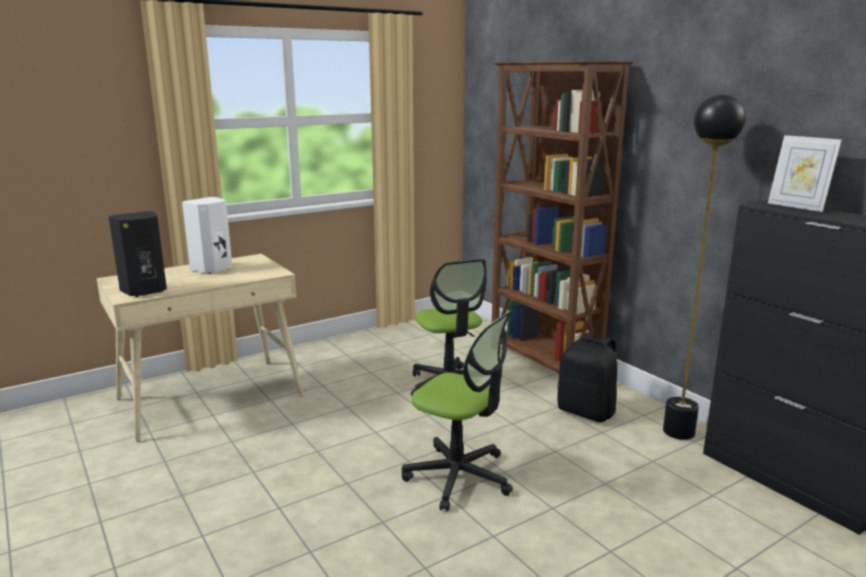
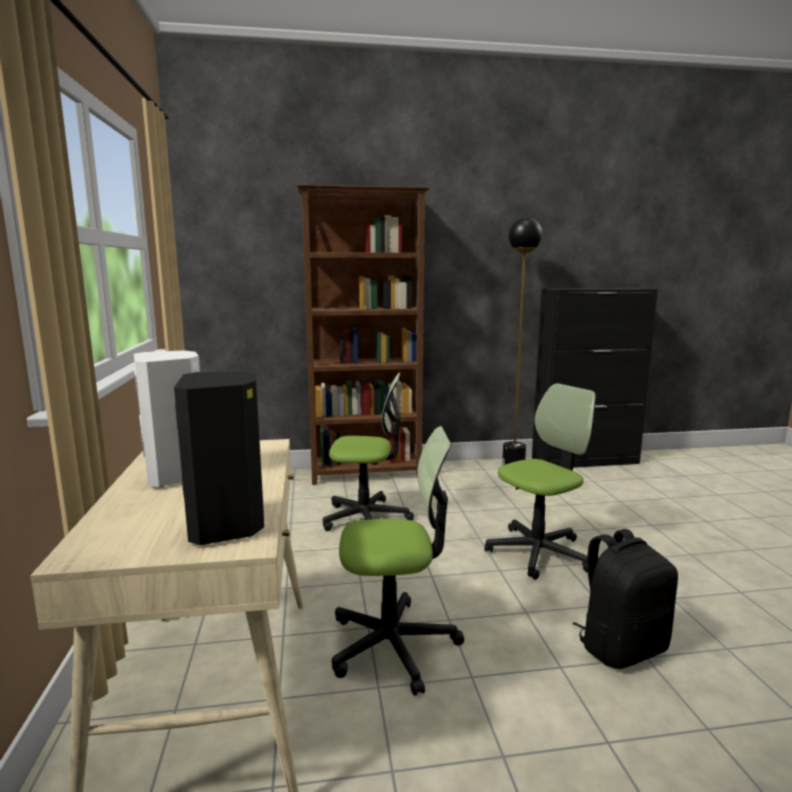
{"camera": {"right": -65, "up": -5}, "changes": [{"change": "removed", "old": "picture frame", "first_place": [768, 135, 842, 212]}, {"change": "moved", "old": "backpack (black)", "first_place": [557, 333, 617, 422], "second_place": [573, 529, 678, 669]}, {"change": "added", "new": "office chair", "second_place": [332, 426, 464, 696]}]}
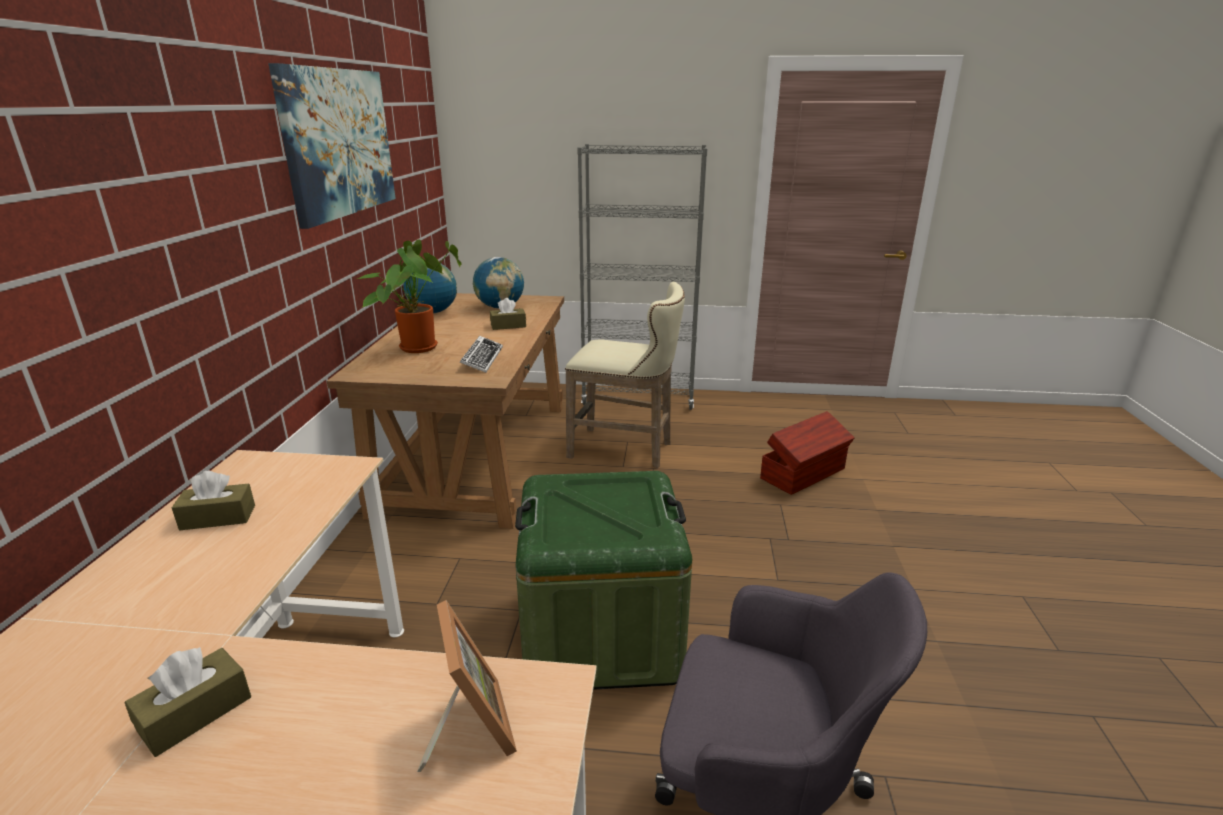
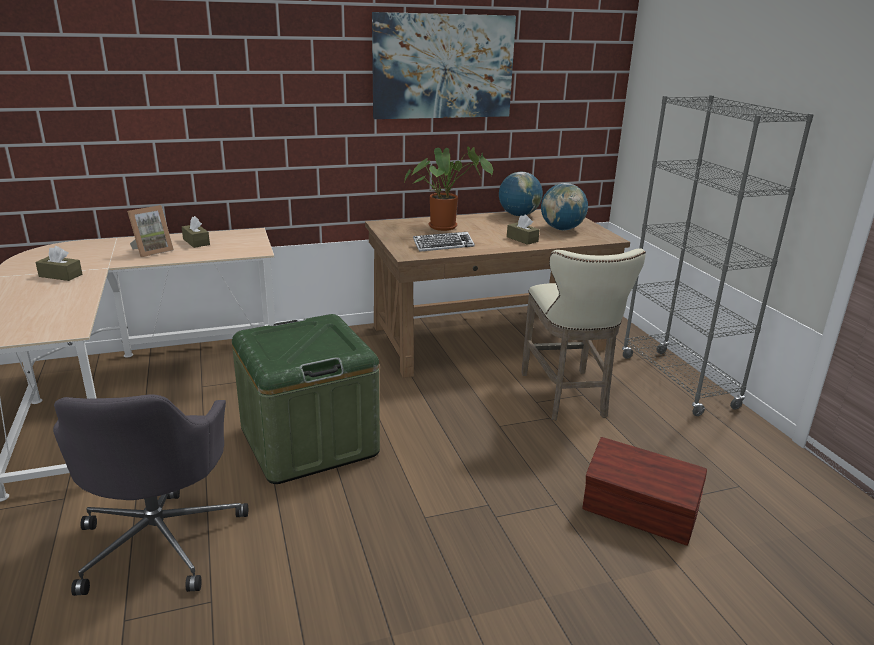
{"camera": {"right": 65, "up": 0}, "changes": [{"change": "moved", "old": "picture frame", "first_place": [417, 600, 517, 772], "second_place": [127, 205, 174, 257]}]}
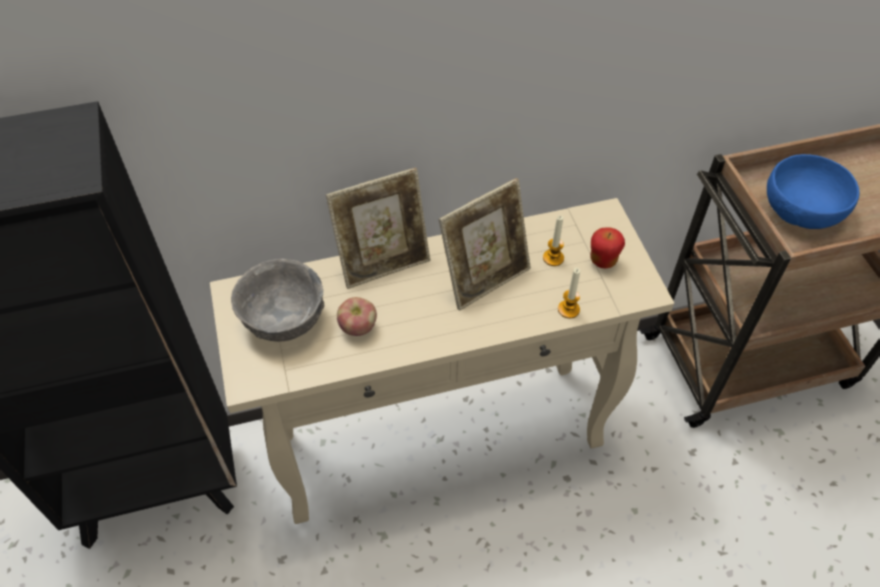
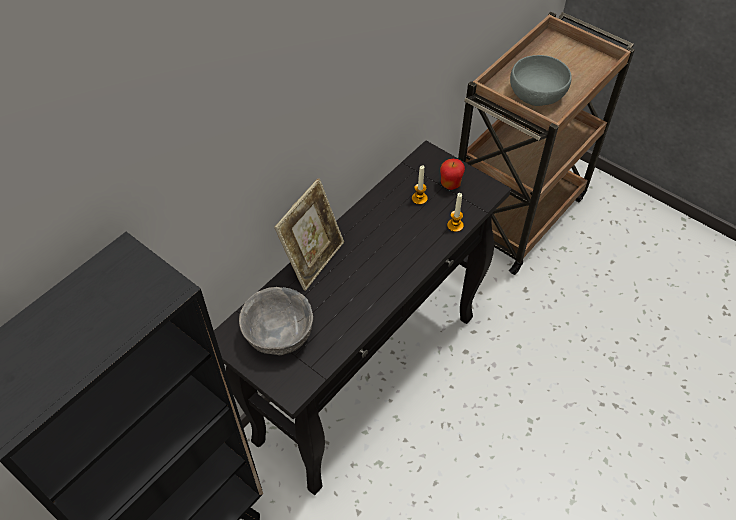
{"camera": {"right": -35, "up": 0}, "changes": [{"change": "recoloured", "old": "bowl (blue)", "new": "bowl (grey)", "first_place": [767, 154, 860, 229], "second_place": [510, 55, 572, 106]}, {"change": "removed", "old": "picture frame", "first_place": [439, 178, 531, 311]}, {"change": "recoloured", "old": "console table (beige)", "new": "console table (black)", "first_place": [210, 198, 674, 524], "second_place": [214, 141, 511, 495]}, {"change": "removed", "old": "apple", "first_place": [337, 297, 377, 336]}]}
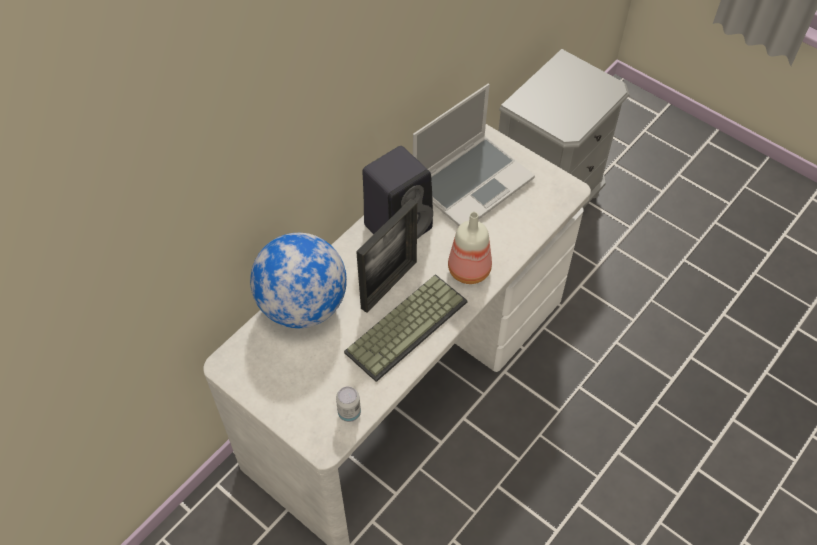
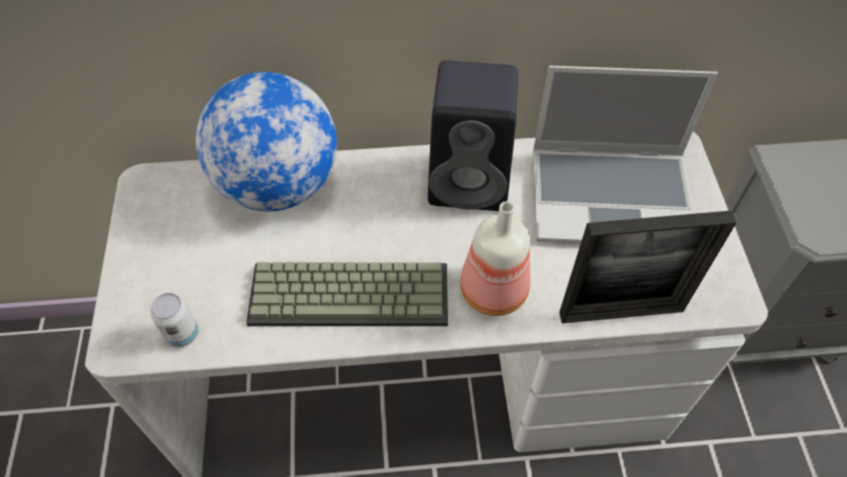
{"camera": {"right": 45, "up": 0}, "changes": [{"change": "moved", "old": "picture frame", "first_place": [356, 199, 417, 313], "second_place": [559, 210, 737, 323]}]}
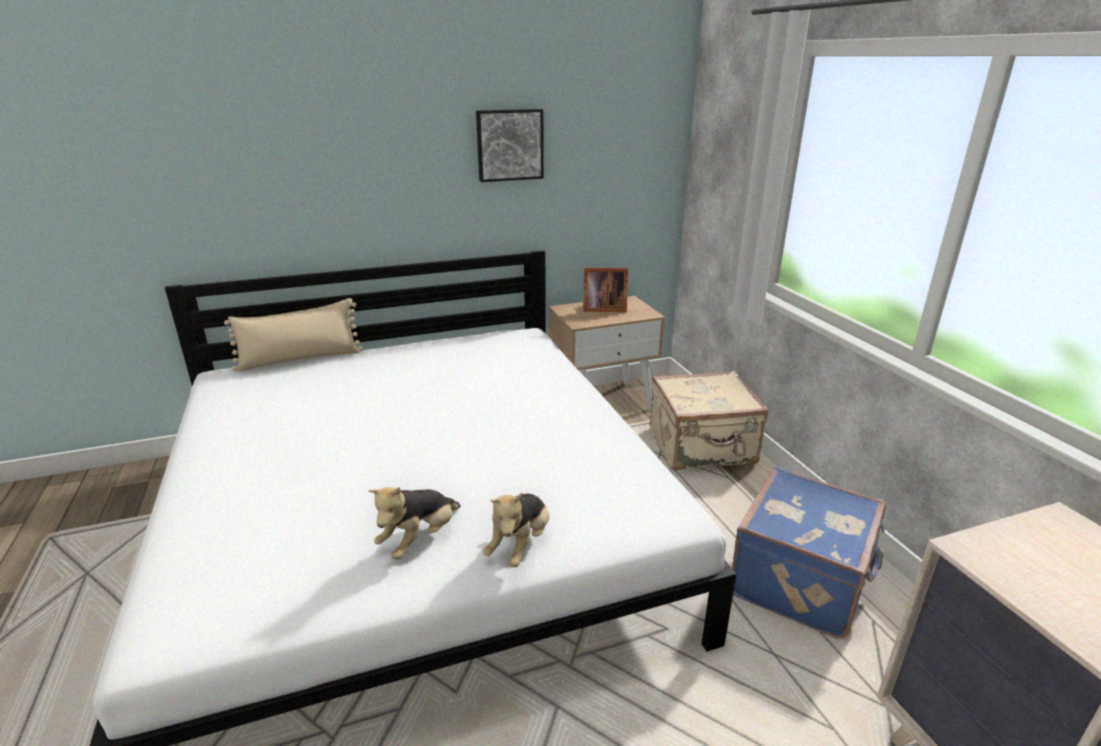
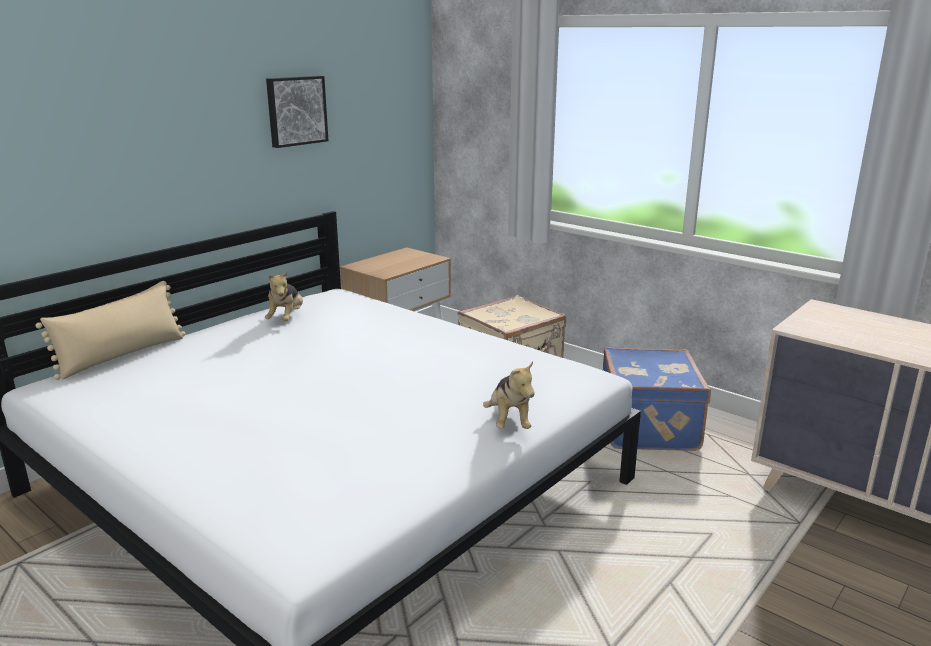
{"camera": {"right": -30, "up": -5}, "changes": [{"change": "removed", "old": "picture frame", "first_place": [583, 268, 628, 312]}, {"change": "moved", "old": "plush toy", "first_place": [368, 487, 460, 560], "second_place": [265, 270, 303, 321]}]}
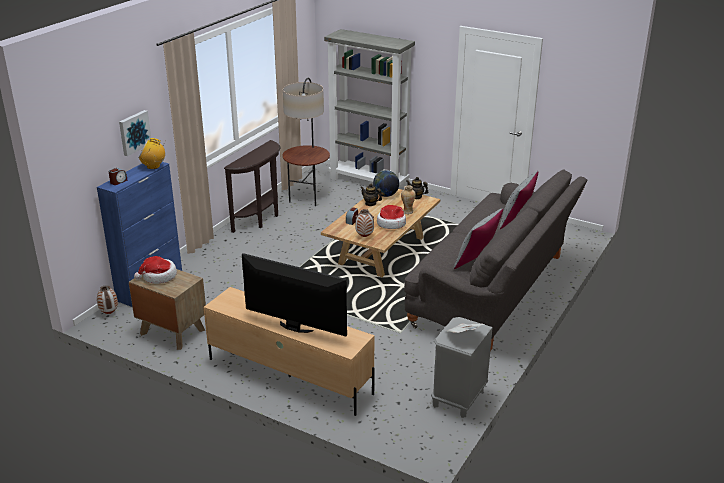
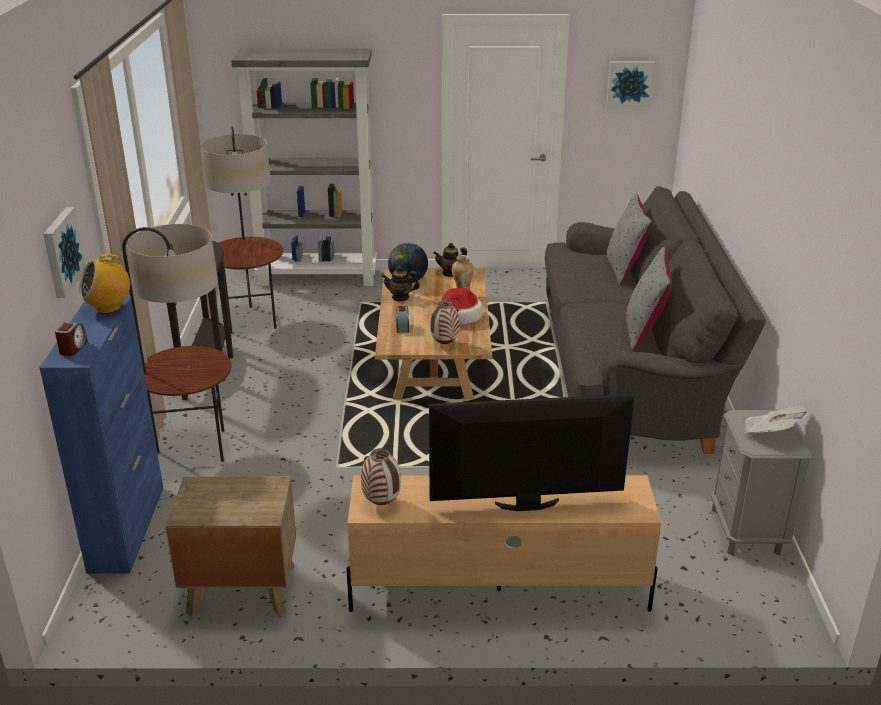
{"camera": {"right": -30, "up": 0}, "changes": [{"change": "removed", "old": "hat", "first_place": [134, 256, 177, 284]}, {"change": "moved", "old": "vase", "first_place": [97, 285, 118, 314], "second_place": [361, 448, 401, 505]}, {"change": "added", "new": "picture", "second_place": [606, 61, 656, 107]}, {"change": "added", "new": "floor lamp", "second_place": [122, 224, 232, 462]}]}
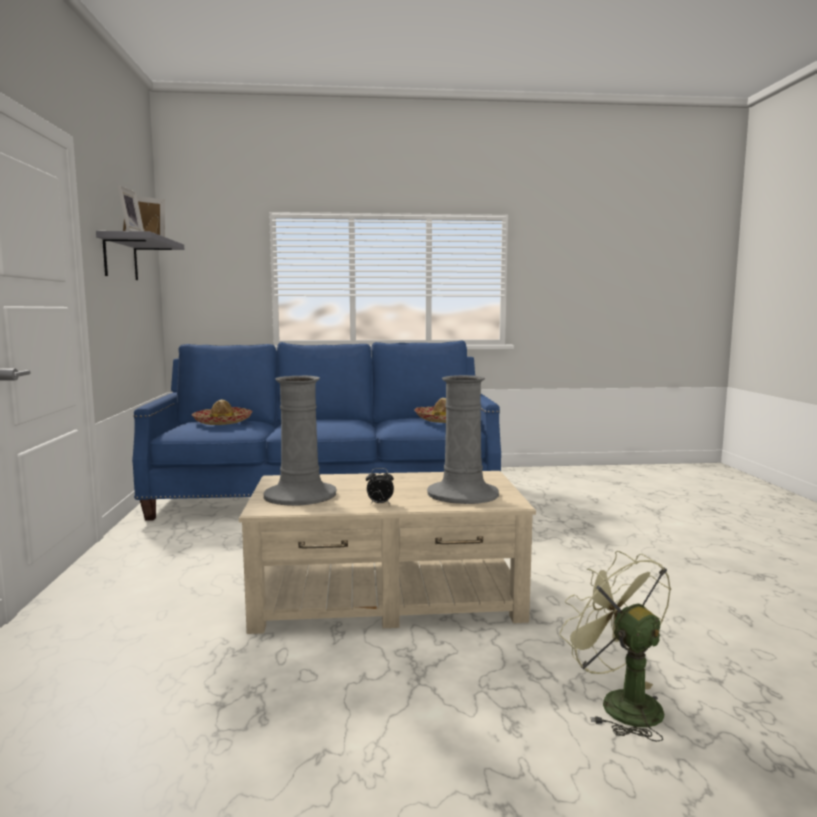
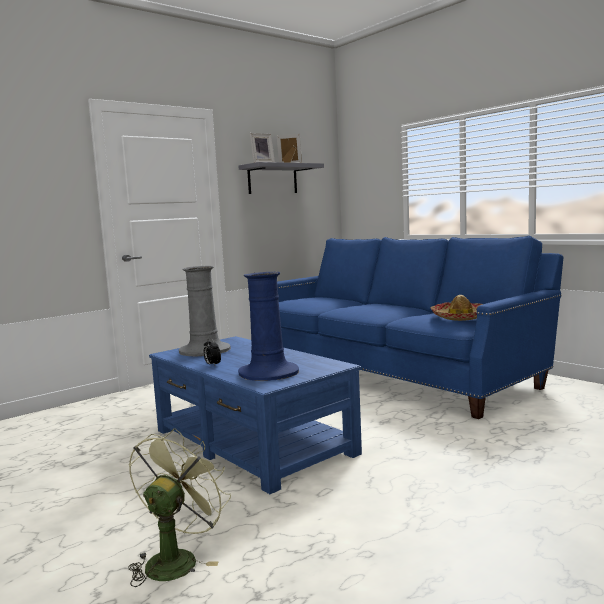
{"camera": {"right": 55, "up": 0}, "changes": [{"change": "recoloured", "old": "vase (grey)", "new": "vase (blue)", "first_place": [427, 375, 499, 504], "second_place": [238, 272, 299, 381]}, {"change": "removed", "old": "hat", "first_place": [192, 400, 252, 425]}, {"change": "recoloured", "old": "coffee table (beige)", "new": "coffee table (blue)", "first_place": [239, 471, 536, 634], "second_place": [149, 336, 362, 494]}]}
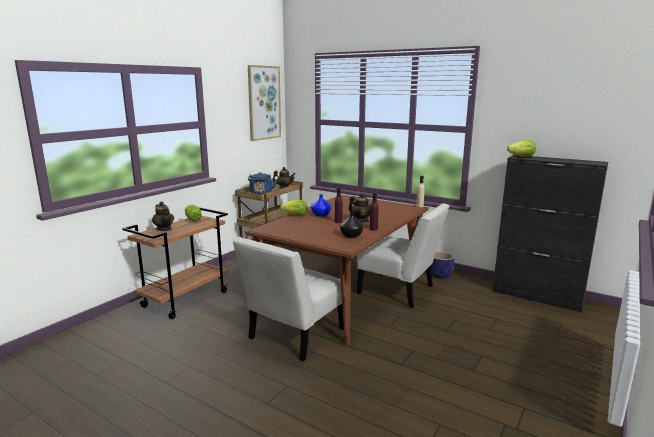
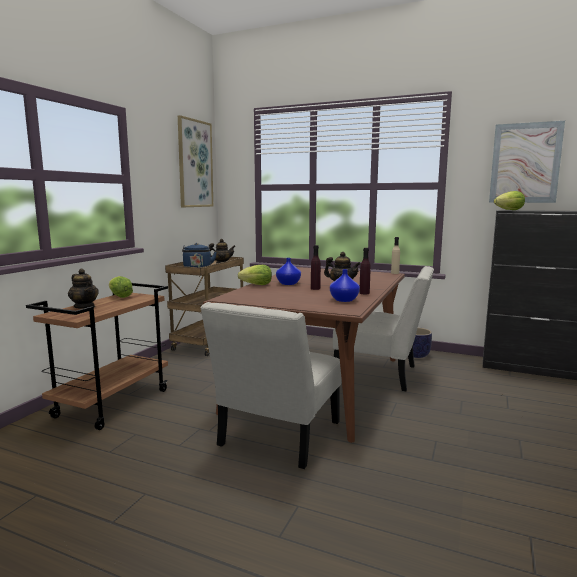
{"camera": {"right": -10, "up": -5}, "changes": [{"change": "recoloured", "old": "vase (black)", "new": "vase (blue)", "first_place": [340, 212, 364, 238], "second_place": [330, 269, 360, 302]}, {"change": "added", "new": "picture", "second_place": [489, 121, 565, 203]}]}
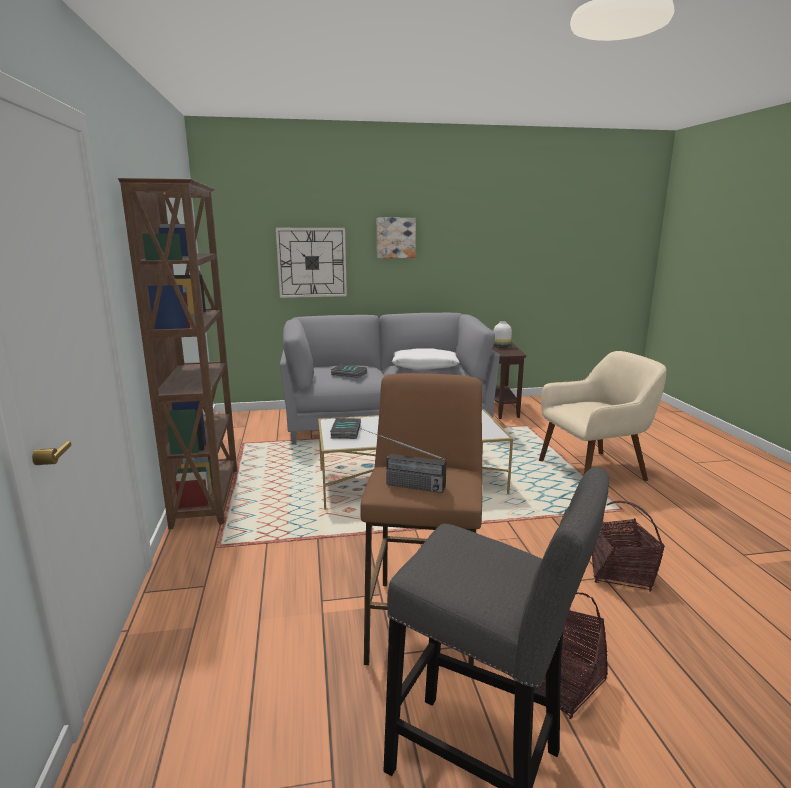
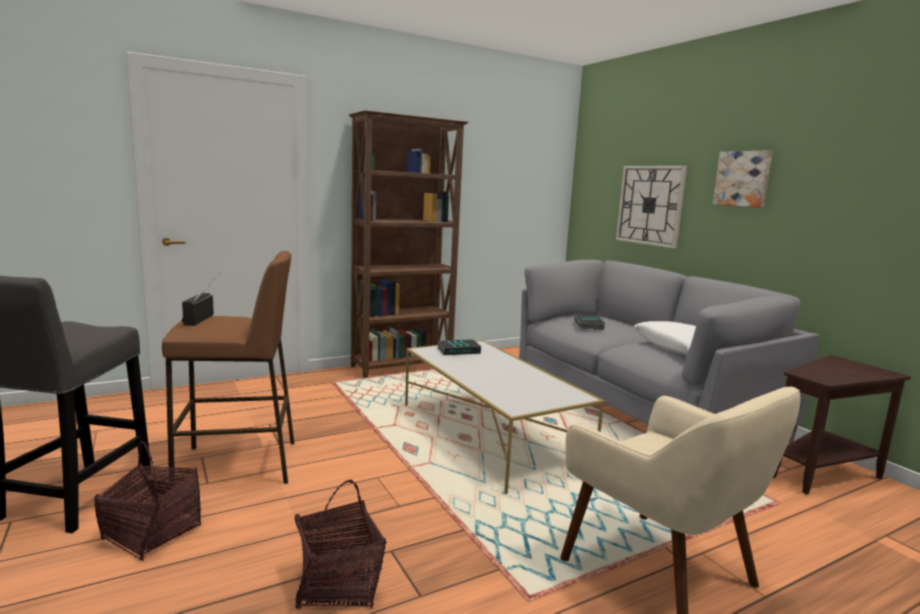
{"camera": {"right": 70, "up": -5}, "changes": [{"change": "removed", "old": "vase (white)", "first_place": [493, 321, 512, 348]}]}
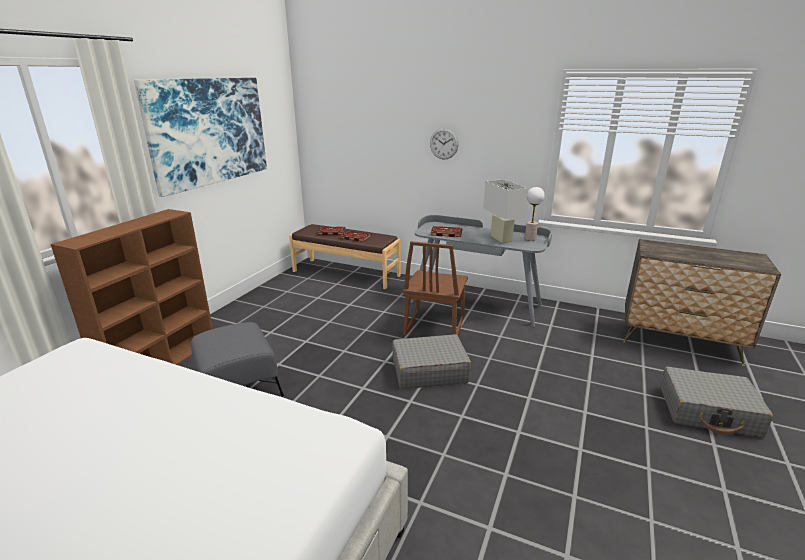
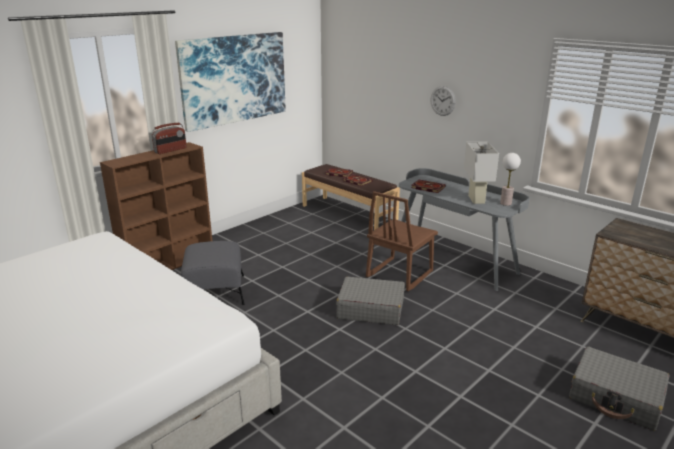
{"camera": {"right": 20, "up": 0}, "changes": [{"change": "added", "new": "radio", "second_place": [152, 123, 187, 154]}]}
